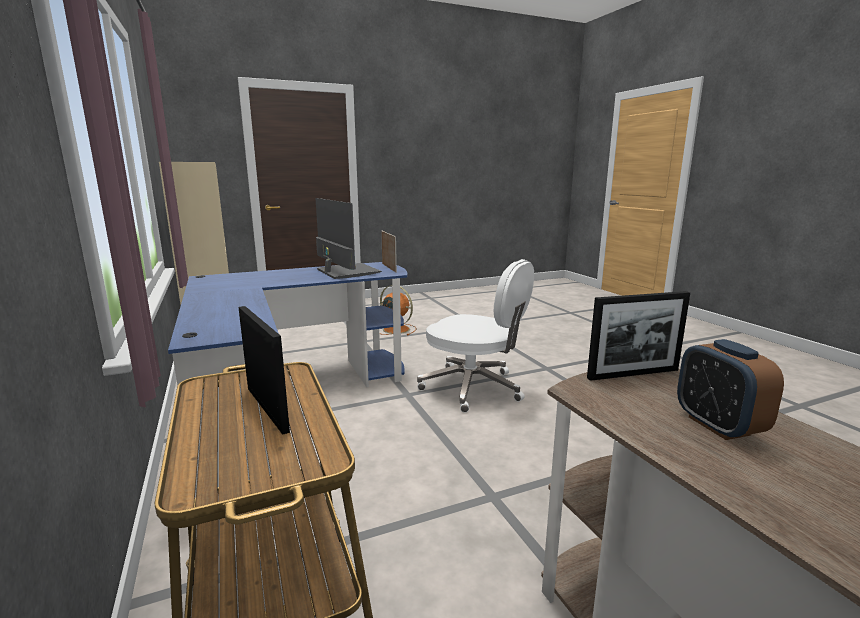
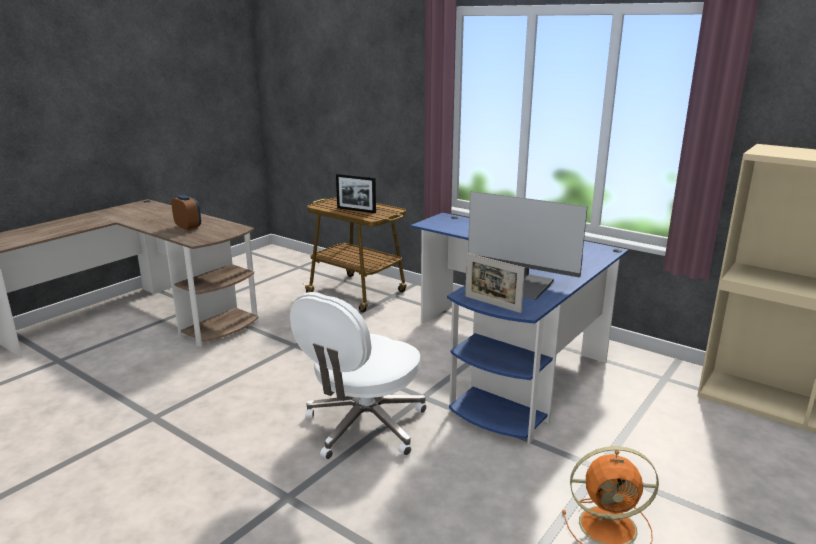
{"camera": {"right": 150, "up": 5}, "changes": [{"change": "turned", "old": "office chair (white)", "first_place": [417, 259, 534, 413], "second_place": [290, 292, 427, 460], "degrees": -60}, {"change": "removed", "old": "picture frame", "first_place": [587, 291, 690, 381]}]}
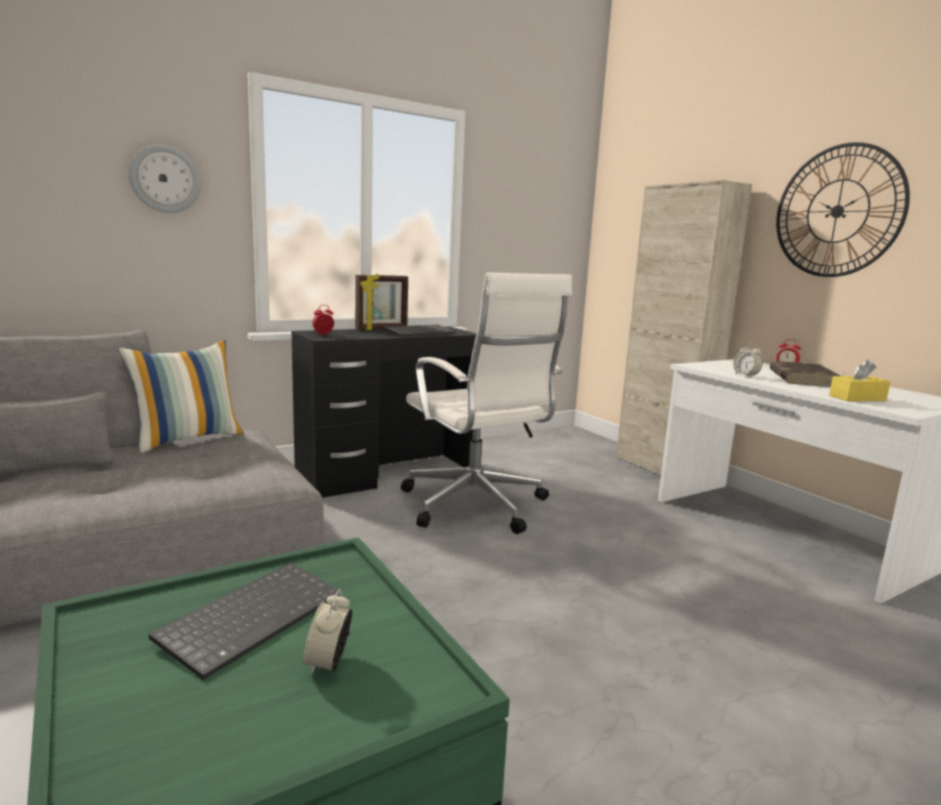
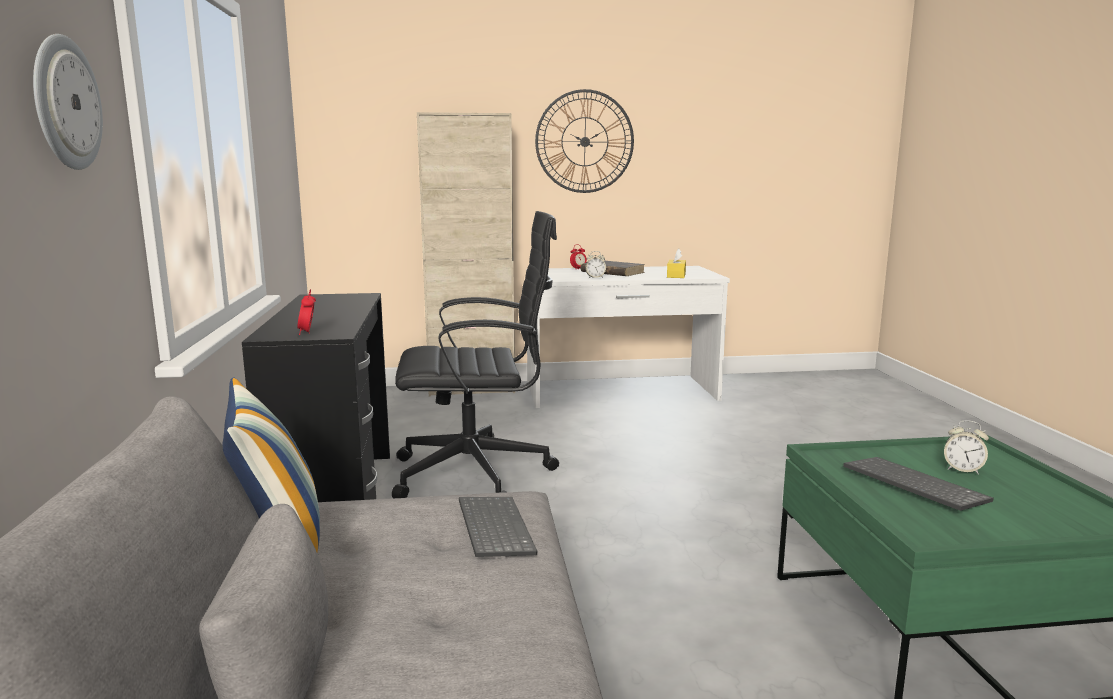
{"camera": {"right": -65, "up": 0}, "changes": [{"change": "removed", "old": "picture frame", "first_place": [355, 273, 408, 330]}, {"change": "recoloured", "old": "office chair (white)", "new": "office chair (black)", "first_place": [401, 273, 572, 534], "second_place": [392, 211, 559, 498]}, {"change": "moved", "old": "keyboard", "first_place": [383, 325, 456, 337], "second_place": [459, 497, 538, 557]}]}
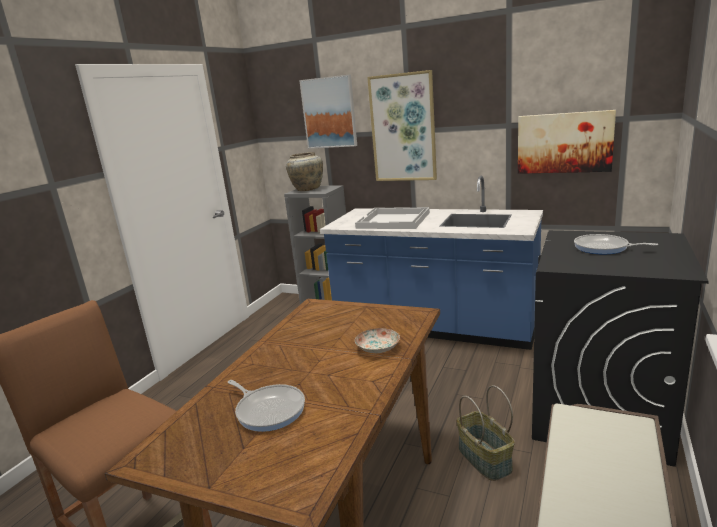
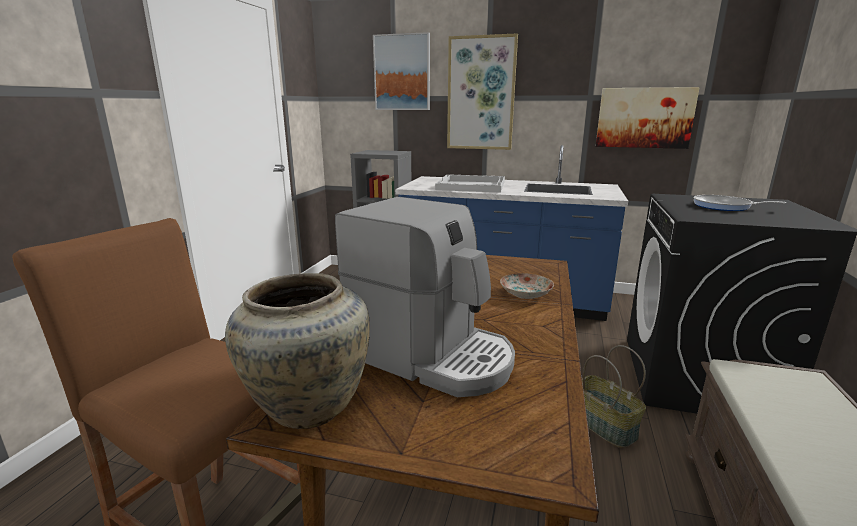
{"camera": {"right": -10, "up": 0}, "changes": [{"change": "moved", "old": "vase (beige)", "first_place": [286, 152, 323, 191], "second_place": [225, 273, 370, 429]}, {"change": "replaced", "old": "frying pan", "new": "coffee machine", "first_place": [228, 380, 305, 432], "second_place": [335, 197, 515, 397]}]}
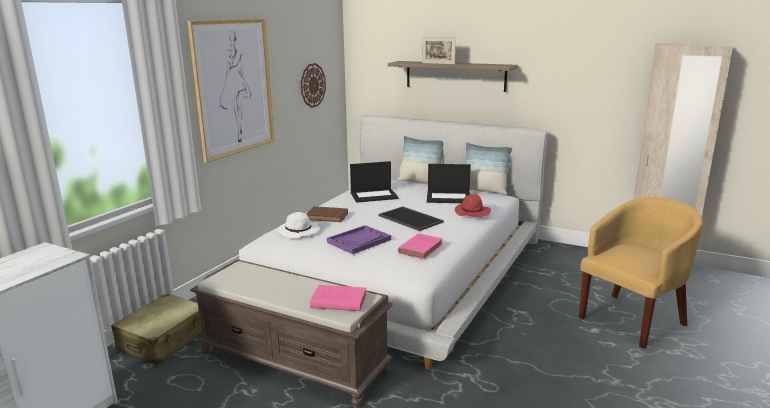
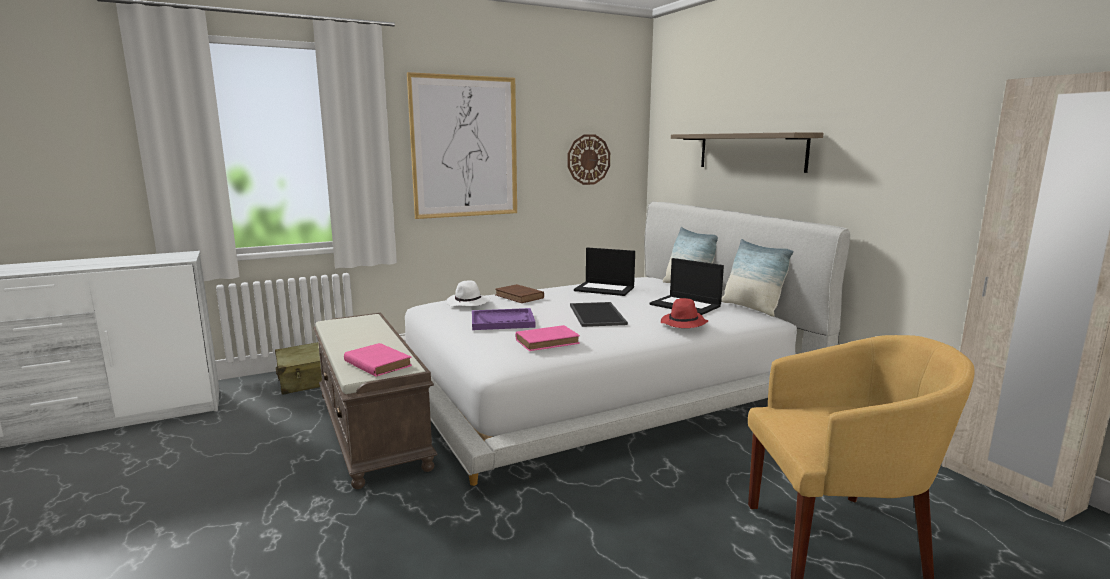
{"camera": {"right": 35, "up": -5}, "changes": [{"change": "removed", "old": "picture frame", "first_place": [422, 37, 456, 64]}]}
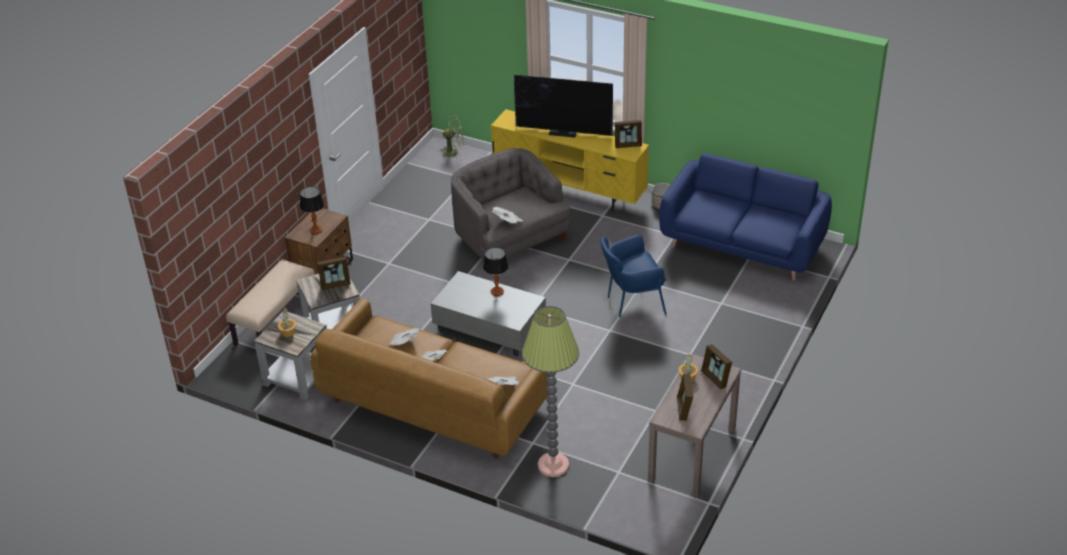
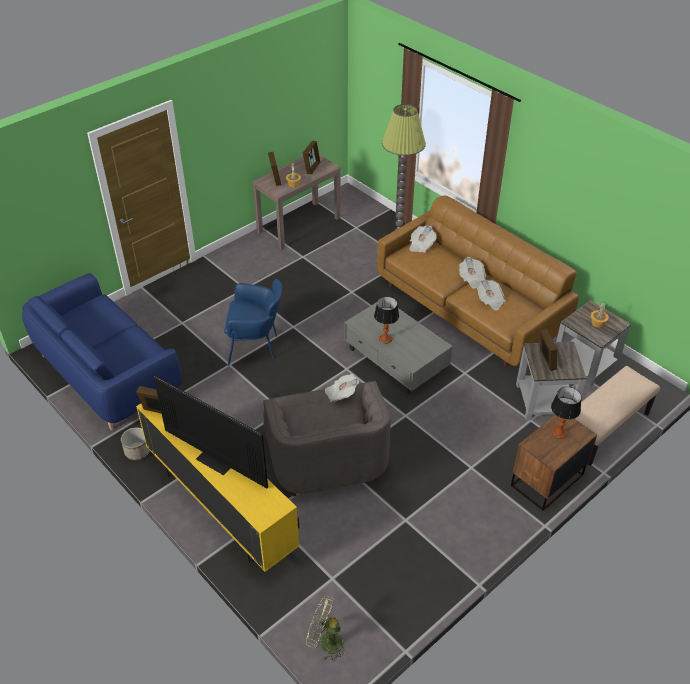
{"camera": {"right": -160, "up": 5}, "changes": [{"change": "turned", "old": "picture frame", "first_place": [317, 257, 351, 290], "second_place": [540, 328, 557, 371], "degrees": 75}]}
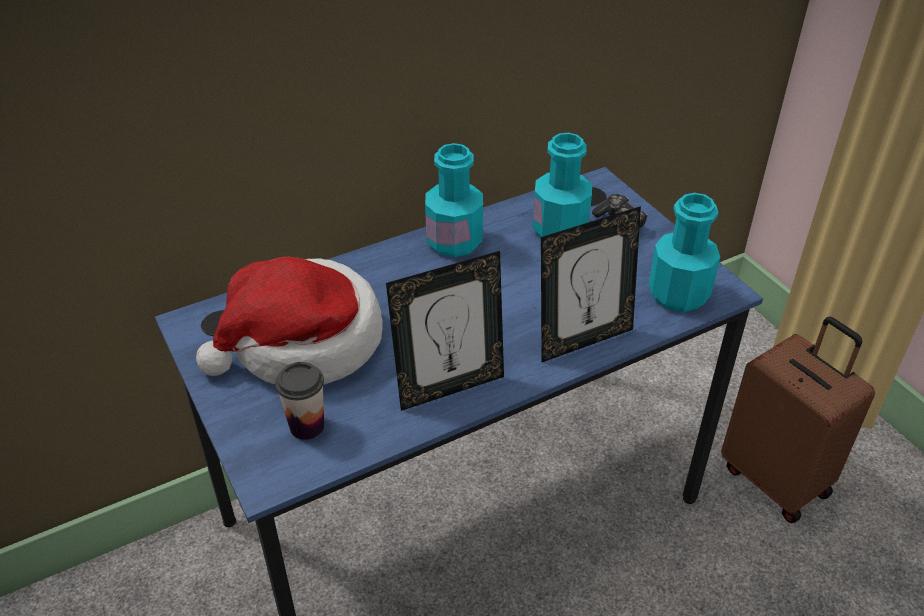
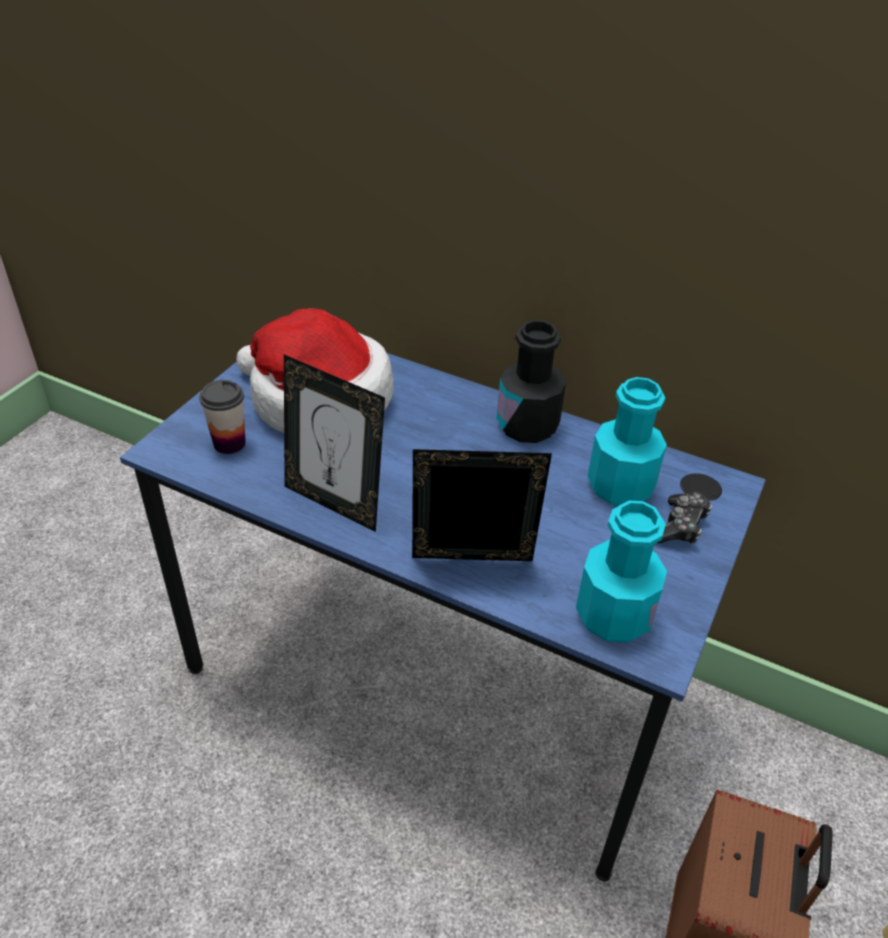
{"camera": {"right": 55, "up": 0}, "changes": [{"change": "recoloured", "old": "bottle (turquoise)", "new": "bottle (black)", "first_place": [425, 143, 483, 257], "second_place": [497, 320, 566, 443]}, {"change": "turned", "old": "picture frame", "first_place": [541, 206, 641, 362], "second_place": [412, 449, 552, 561], "degrees": 150}]}
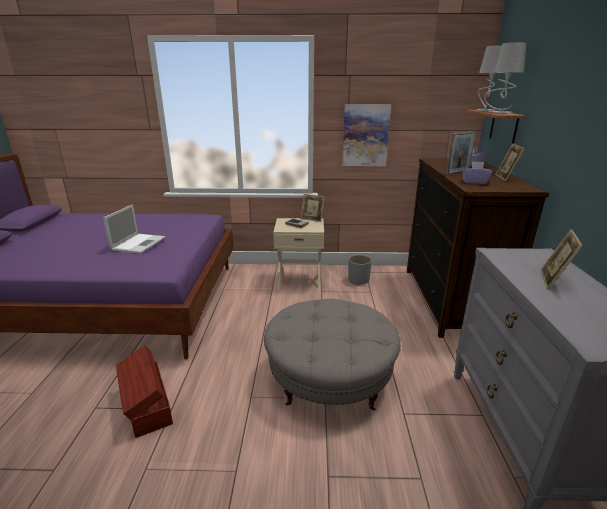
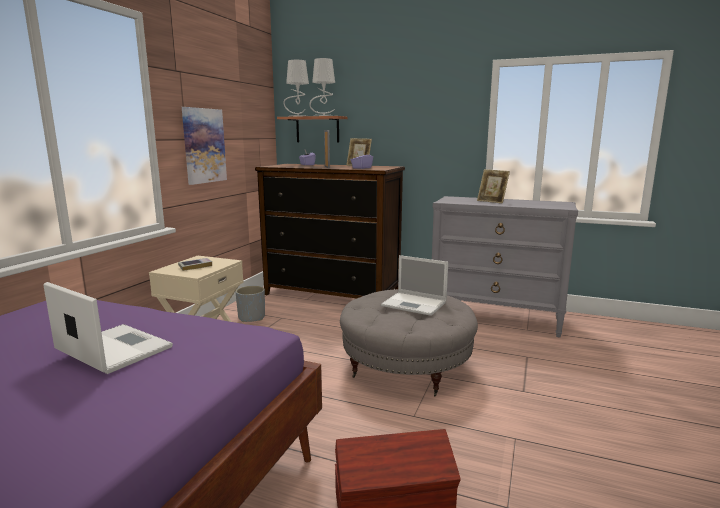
{"camera": {"right": -70, "up": -10}, "changes": [{"change": "removed", "old": "picture frame", "first_place": [301, 194, 324, 222]}, {"change": "added", "new": "laptop", "second_place": [381, 255, 448, 316]}]}
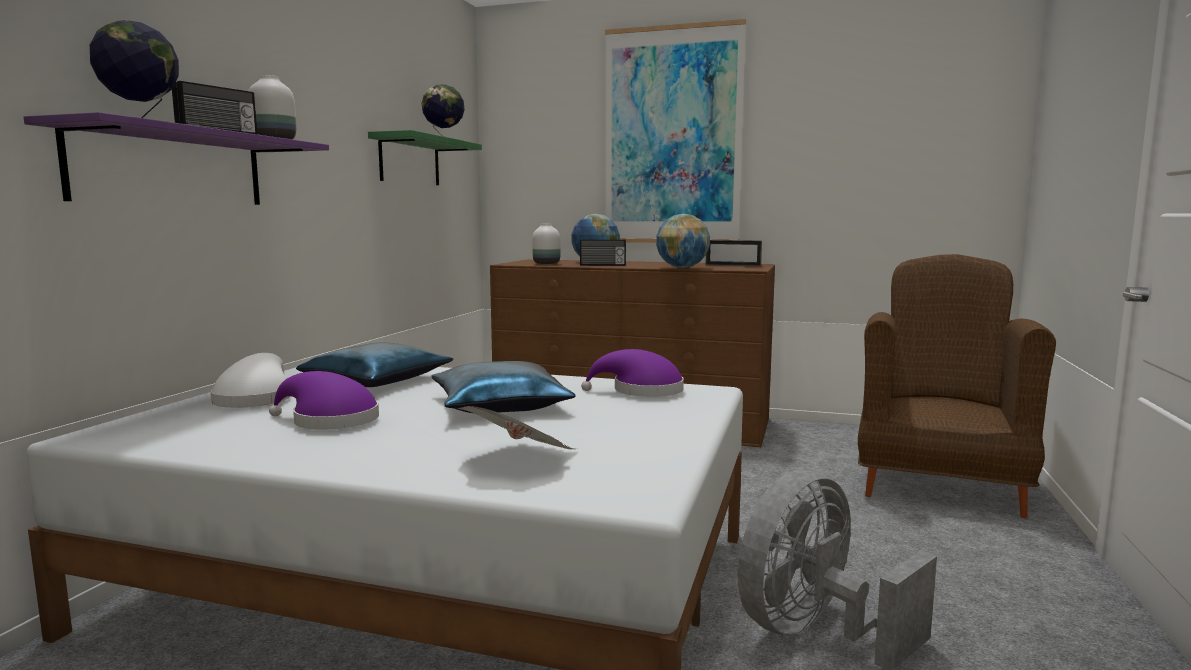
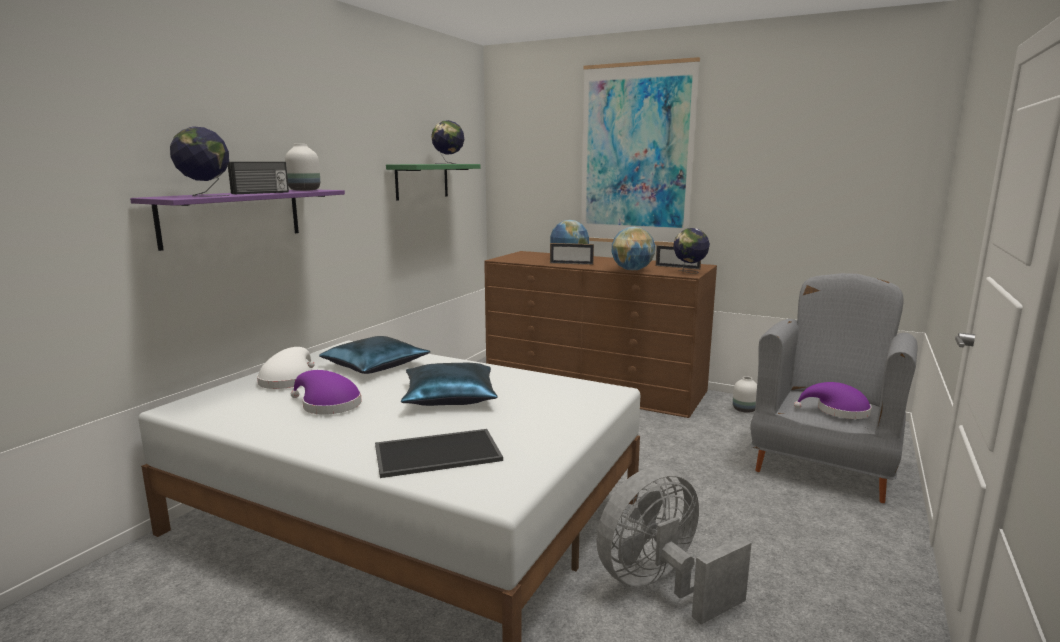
{"camera": {"right": 10, "up": 5}, "changes": [{"change": "moved", "old": "vase (white)", "first_place": [532, 224, 561, 264], "second_place": [733, 376, 757, 413]}, {"change": "replaced", "old": "radio", "new": "picture frame", "first_place": [580, 240, 626, 266], "second_place": [550, 243, 594, 265]}, {"change": "recoloured", "old": "armchair (brown)", "new": "armchair (grey)", "first_place": [858, 254, 1056, 518], "second_place": [750, 273, 917, 503]}, {"change": "moved", "old": "hat (purple)", "first_place": [581, 349, 684, 397], "second_place": [794, 382, 872, 419]}, {"change": "replaced", "old": "newspaper", "new": "tray", "first_place": [458, 406, 574, 449], "second_place": [375, 429, 503, 478]}, {"change": "added", "new": "globe", "second_place": [673, 228, 710, 274]}]}
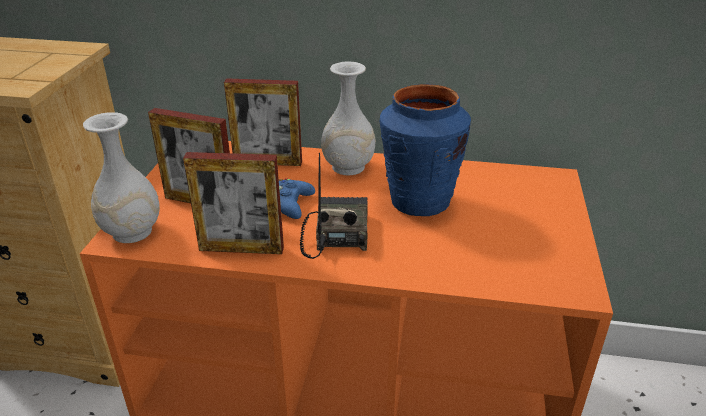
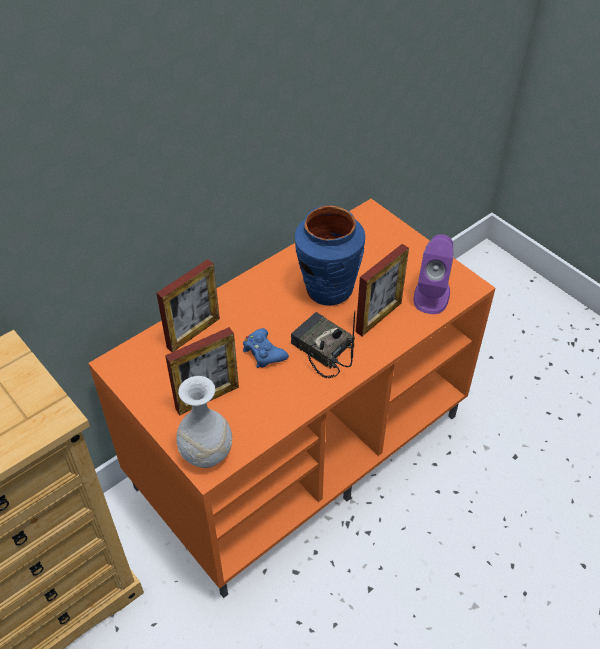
{"camera": {"right": -50, "up": 15}, "changes": [{"change": "removed", "old": "vase (white)", "first_place": [321, 62, 376, 175]}, {"change": "moved", "old": "picture frame", "first_place": [183, 152, 284, 254], "second_place": [356, 244, 409, 336]}, {"change": "added", "new": "speaker (purple)", "second_place": [414, 234, 453, 314]}]}
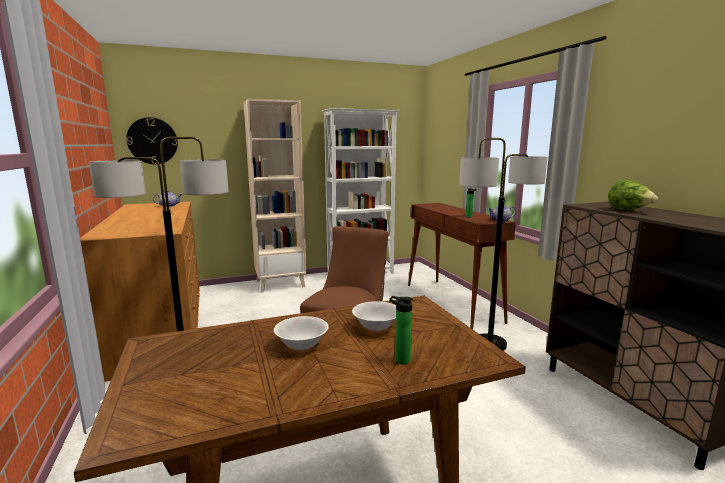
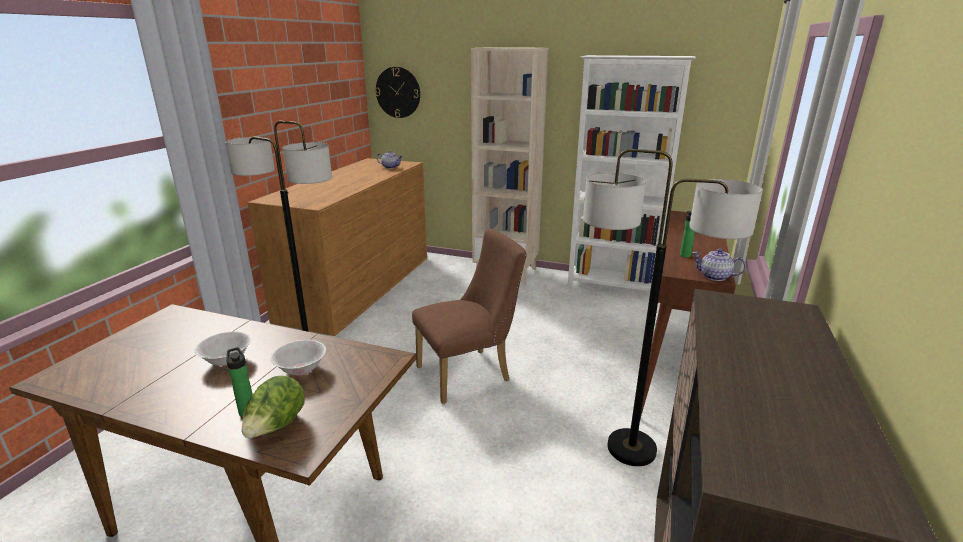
{"camera": {"right": 40, "up": 10}, "changes": [{"change": "moved", "old": "lettuce", "first_place": [608, 180, 658, 210], "second_place": [242, 376, 305, 438]}]}
